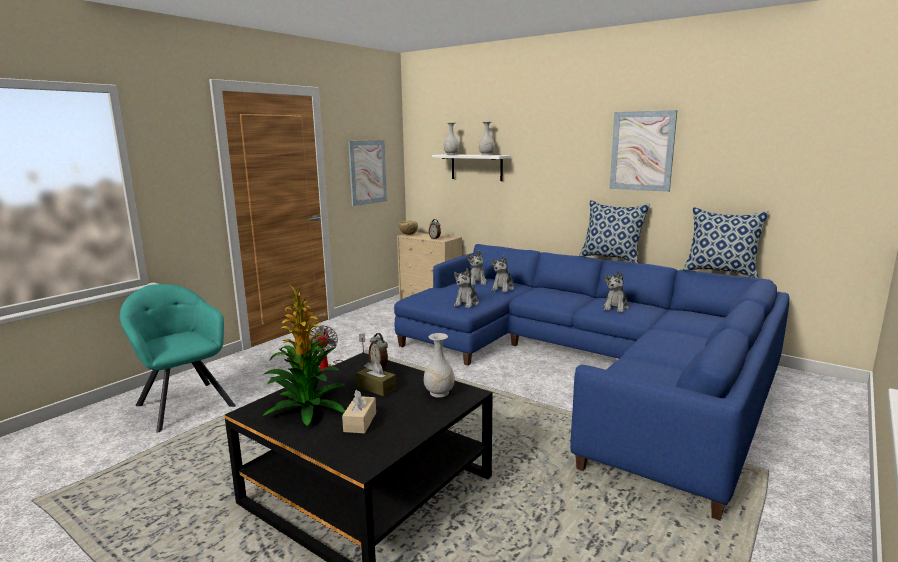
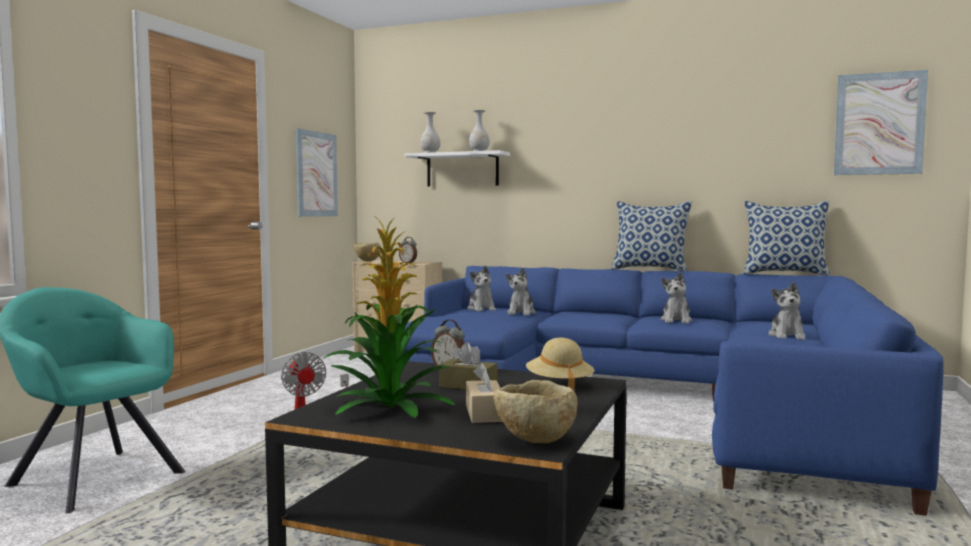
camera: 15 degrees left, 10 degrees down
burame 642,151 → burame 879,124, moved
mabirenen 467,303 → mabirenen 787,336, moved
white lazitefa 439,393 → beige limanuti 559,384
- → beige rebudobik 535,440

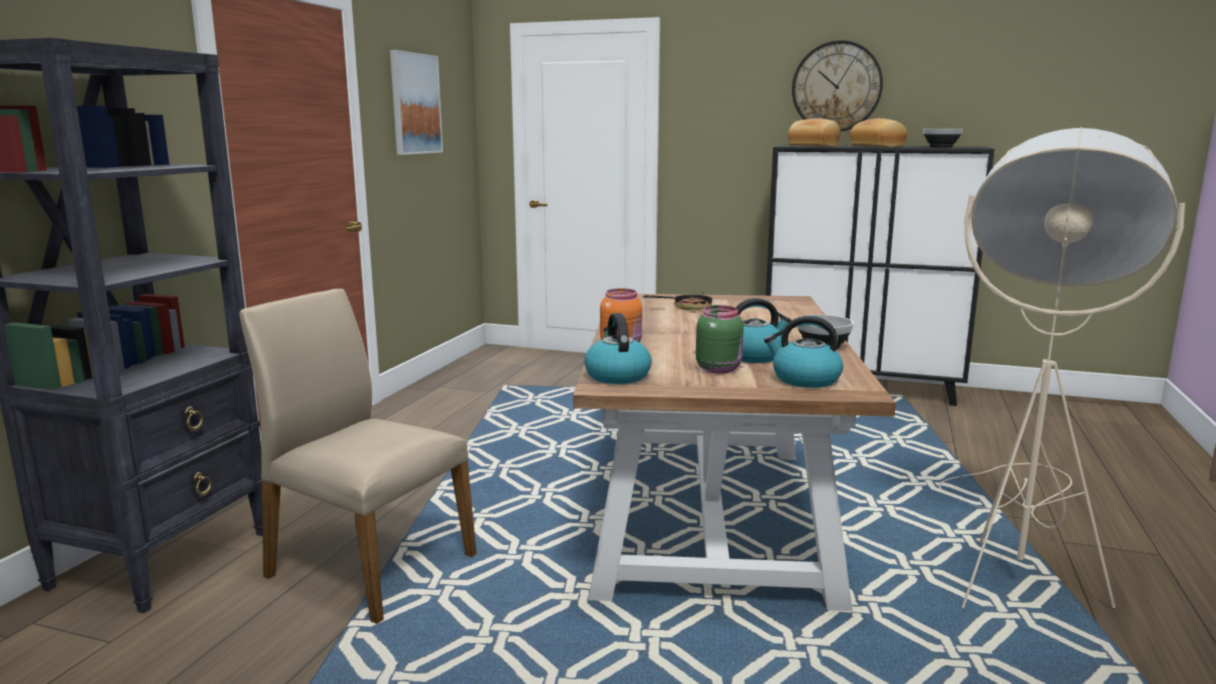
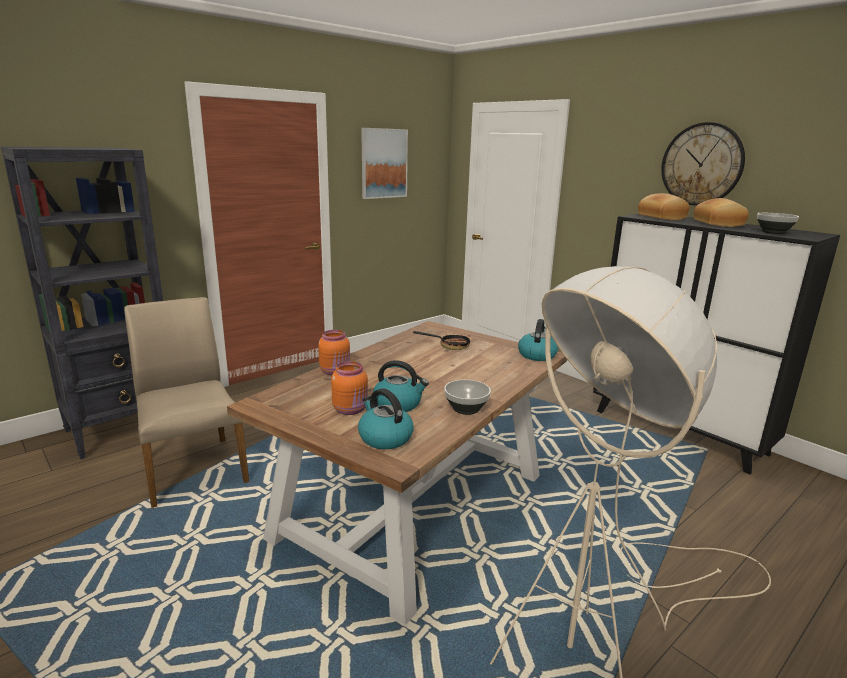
camera: 30 degrees right, 5 degrees up
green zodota 719,369 → orange zodota 351,410
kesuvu 617,375 → kesuvu 536,355, moved

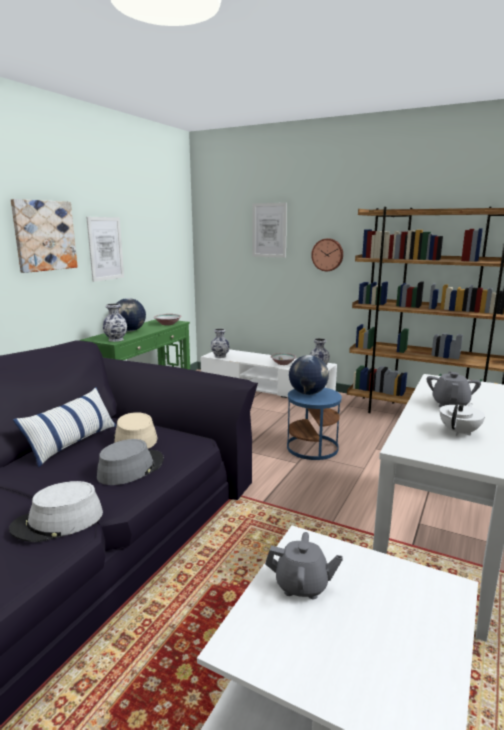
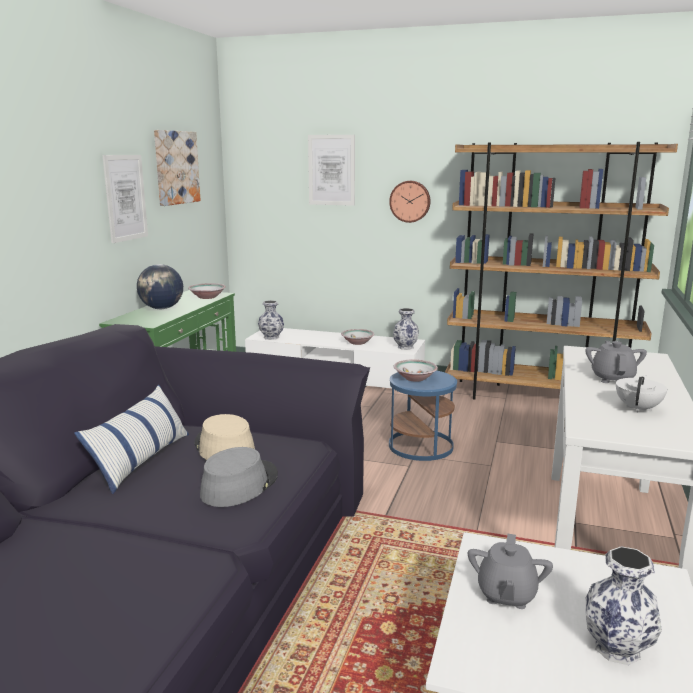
camera: 10 degrees left, 0 degrees up
burame 44,235 → burame 176,167, moved
lazitefa 115,339 → lazitefa 615,647, moved
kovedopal 308,393 → rebudobik 414,378
grey limanuti 58,521 → -
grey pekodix 302,585 → grey pekodix 506,594, 105 degrees clockwise

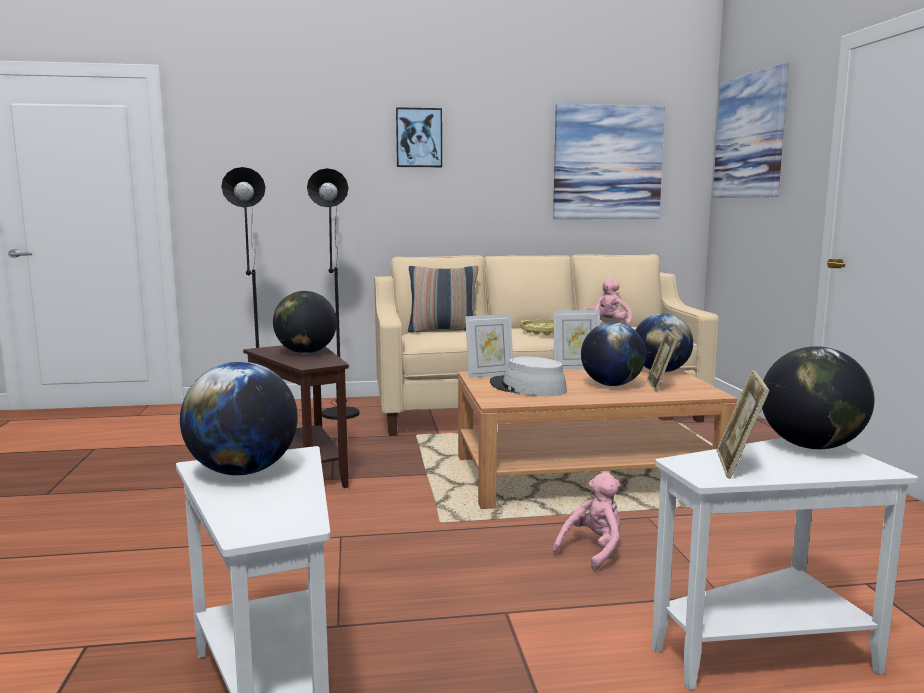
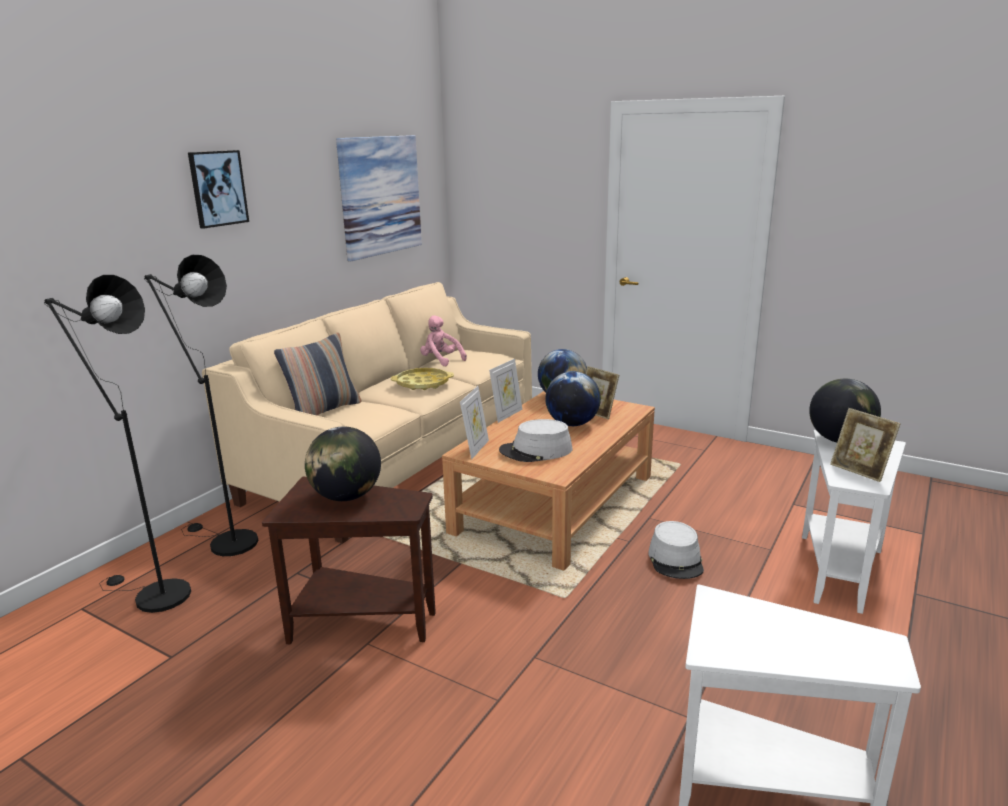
camera: 50 degrees left, 10 degrees up
burame 749,136 → -
kovedopal 243,471 → -
pink mabirenen 593,550 → grey limanuti 676,560

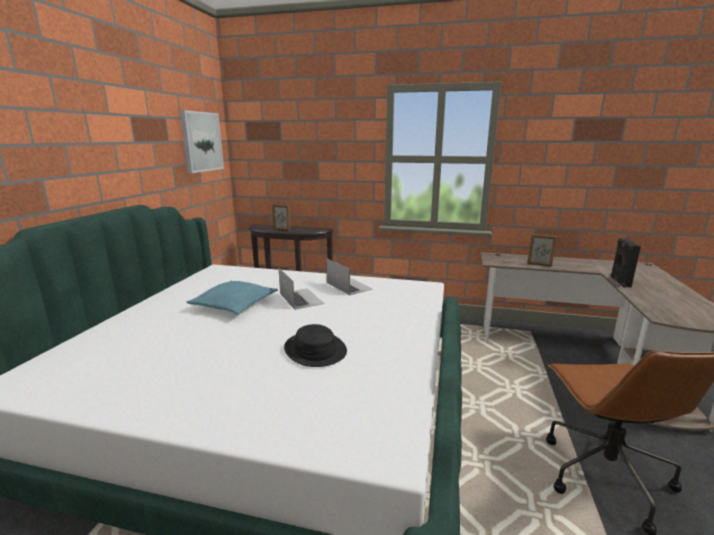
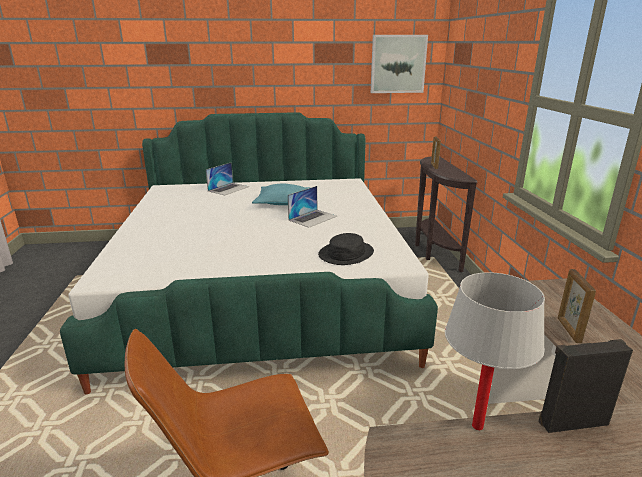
camera: 70 degrees right, 5 degrees up
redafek 349,286 → redafek 229,189, moved
black limanuti 315,350 → black limanuti 346,254, moved
- → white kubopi 477,426

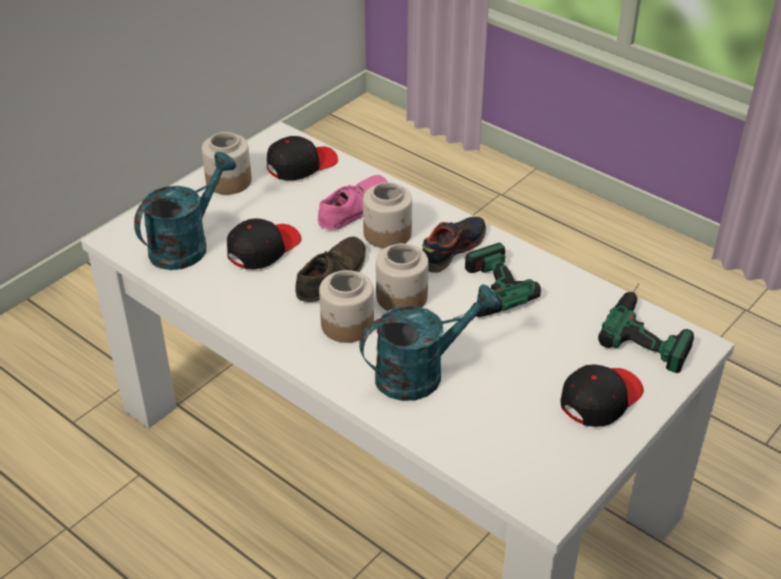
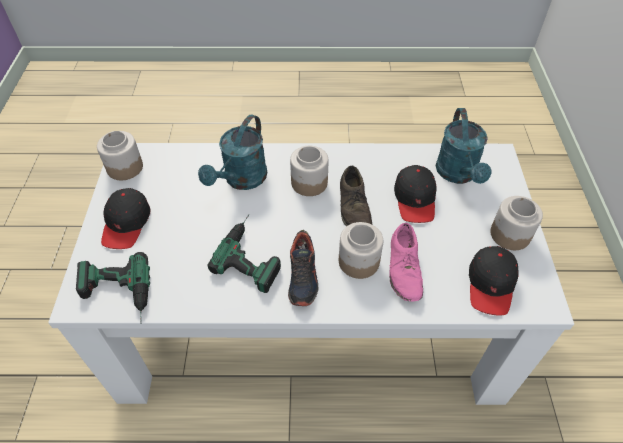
camera: 140 degrees right, 10 degrees up
zodota 401,297 → zodota 124,167, moved

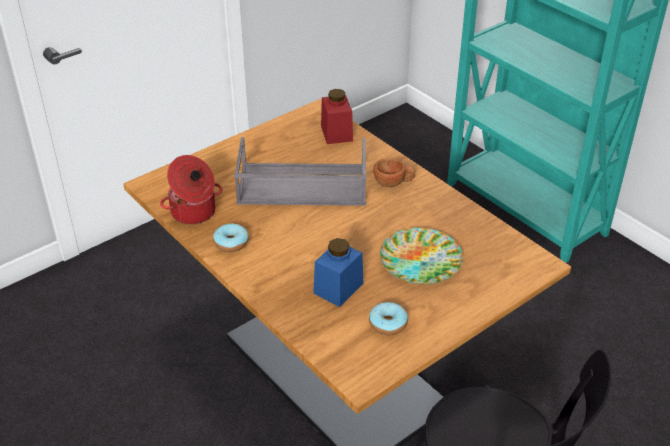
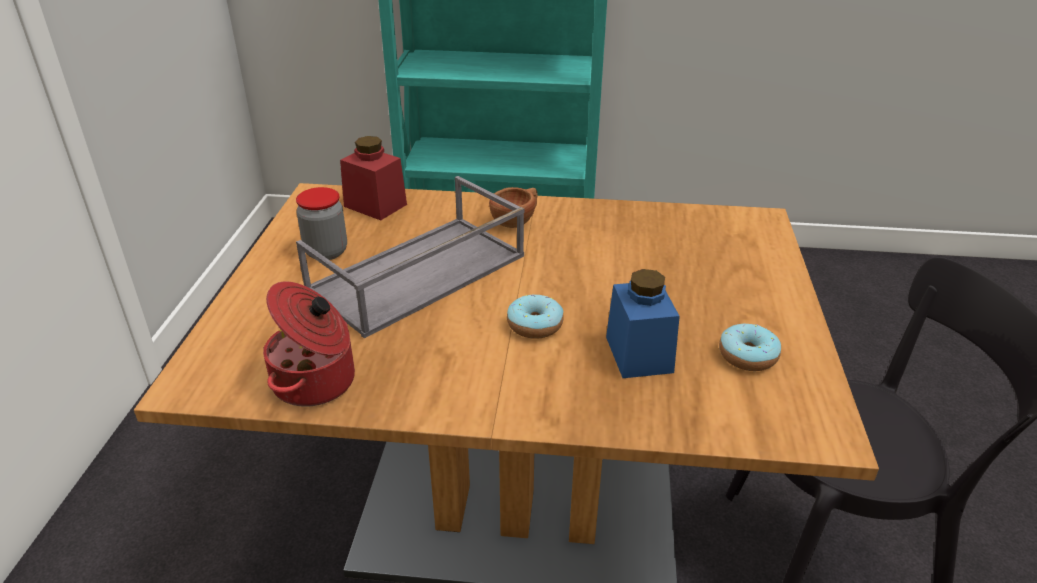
camera: 45 degrees left, 5 degrees down
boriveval 231,243 → boriveval 535,325, moved
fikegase 421,261 → -
- → zodota 326,252

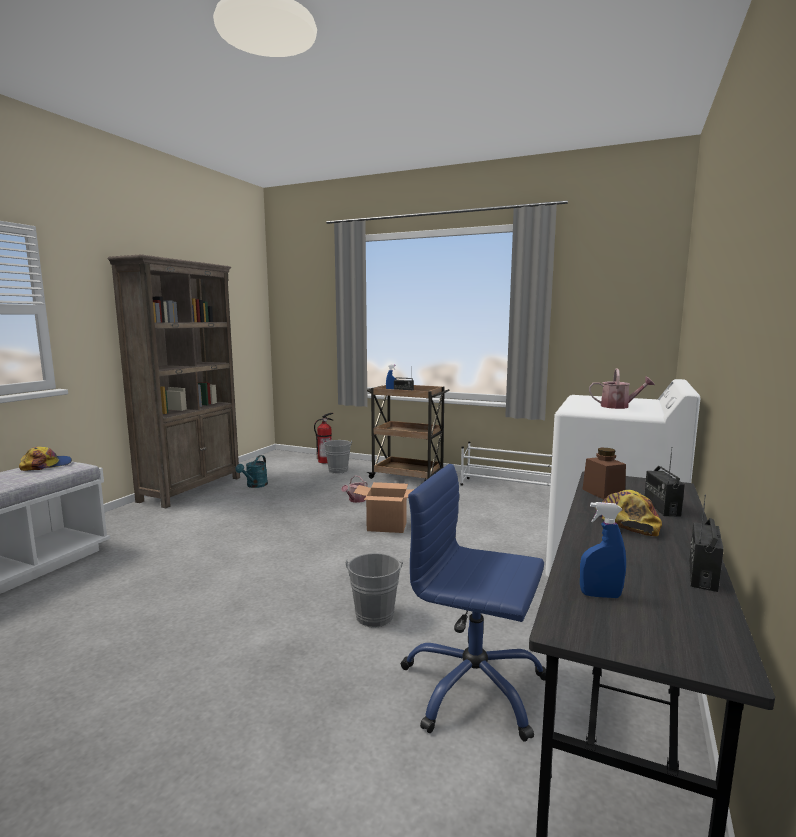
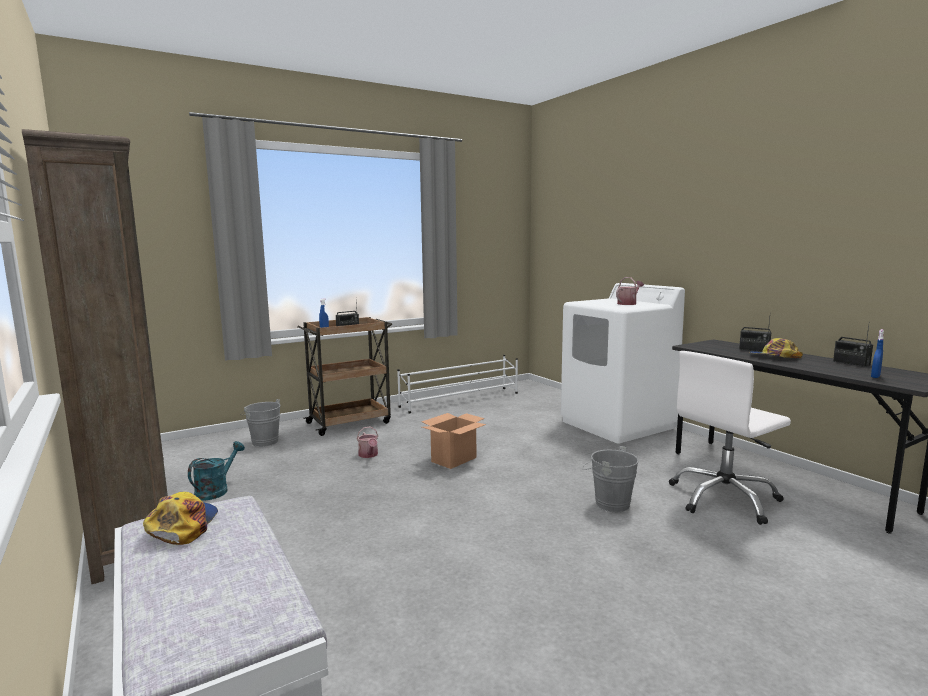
camera: 55 degrees left, 0 degrees up
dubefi 325,461 → -
brown zodota 603,493 → -
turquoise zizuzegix 255,486 → turquoise zizuzegix 216,490, 120 degrees counterclockwise
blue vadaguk 473,688 → white vadaguk 724,499

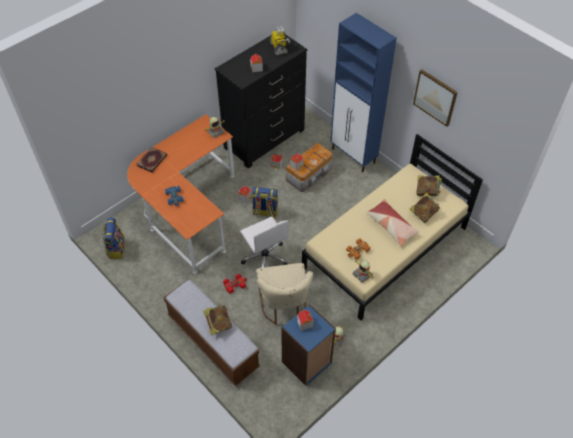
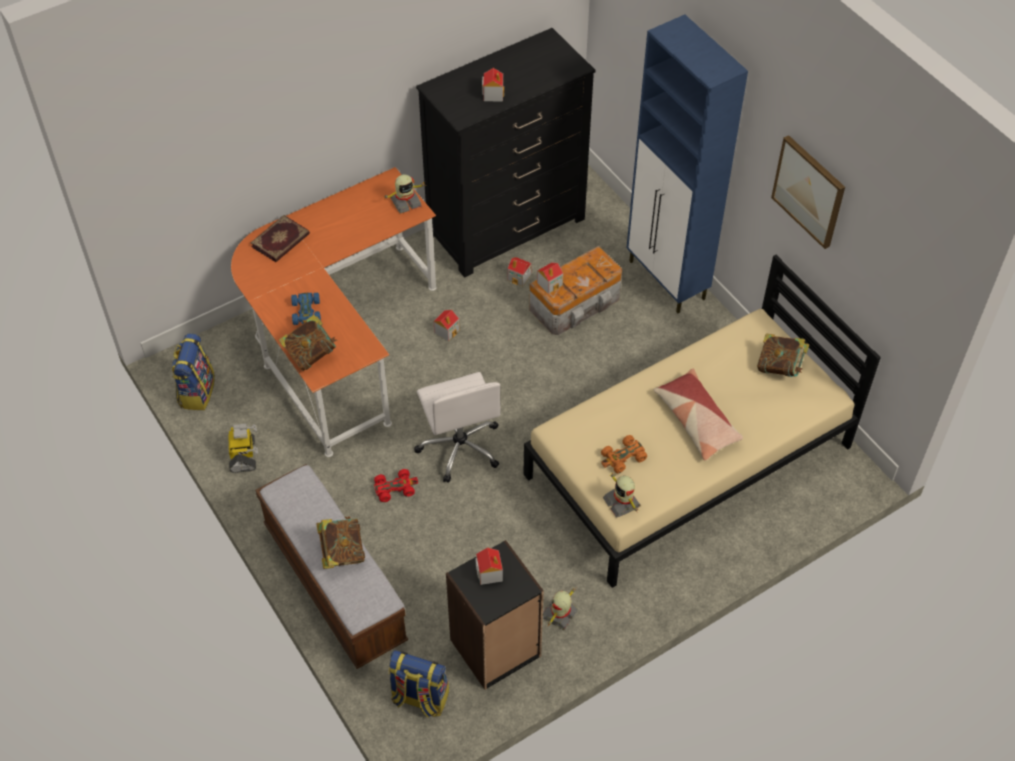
camera: 10 degrees right, 0 degrees up
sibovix 279,48 → sibovix 244,455, moved
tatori 265,212 → tatori 419,698, moved
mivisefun 423,213 → mivisefun 310,354, moved
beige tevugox 284,306 → -
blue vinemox 307,363 → black vinemox 495,649

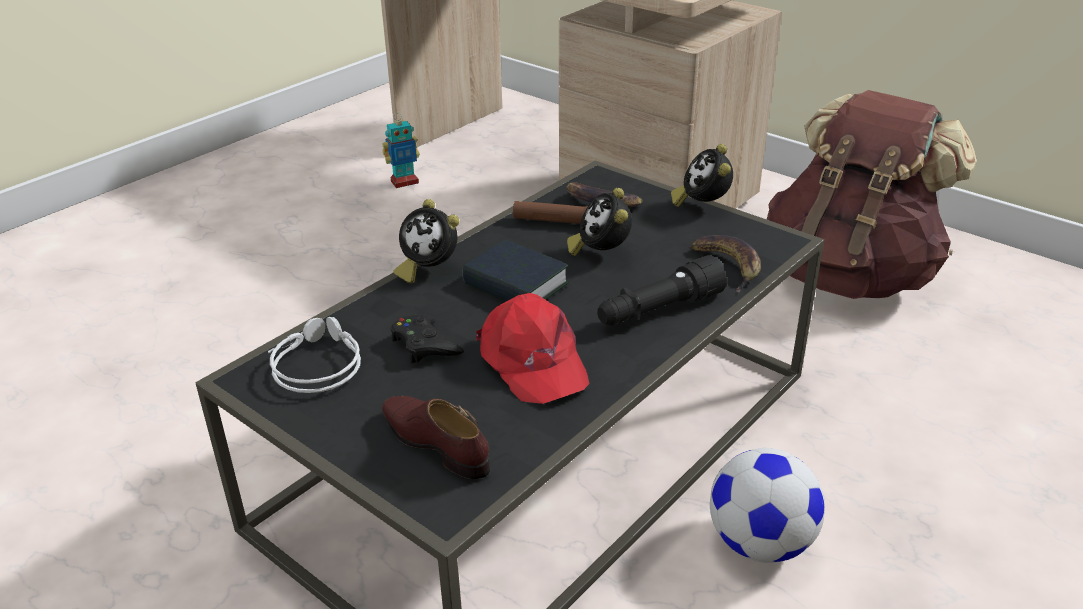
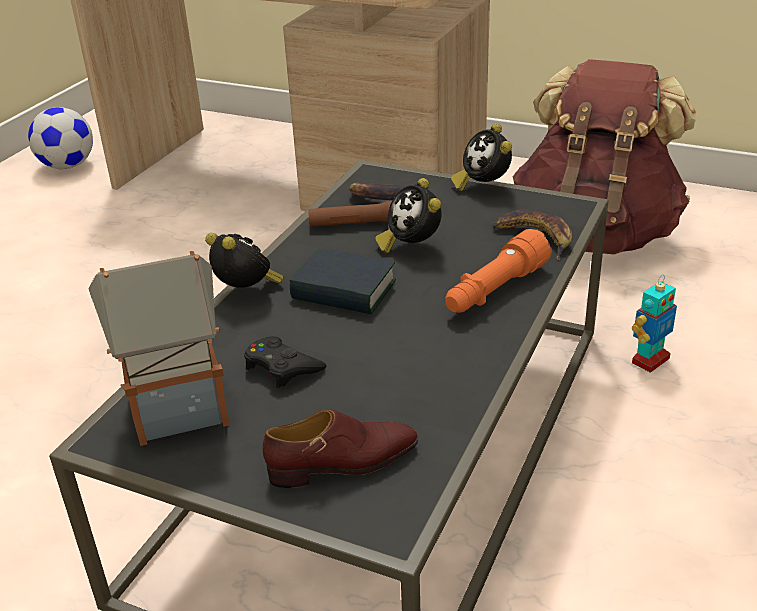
camera: 15 degrees left, 0 degrees up
sibovix 404,182 → sibovix 649,360, moved
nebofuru 428,270 → nebofuru 247,292, 150 degrees counterclockwise
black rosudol 659,310 → orange rosudol 495,290
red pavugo 532,361 → -
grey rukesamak 315,364 → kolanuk 176,409
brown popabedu 435,443 → brown popabedu 344,463, 135 degrees clockwise
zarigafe 760,543 → zarigafe 68,166, moved

